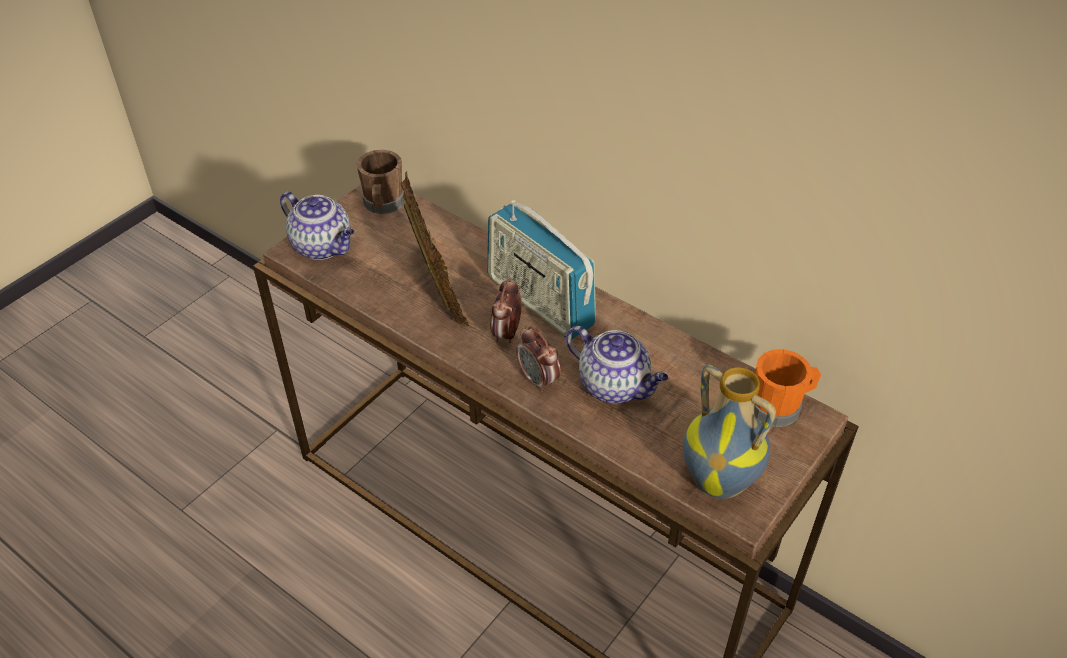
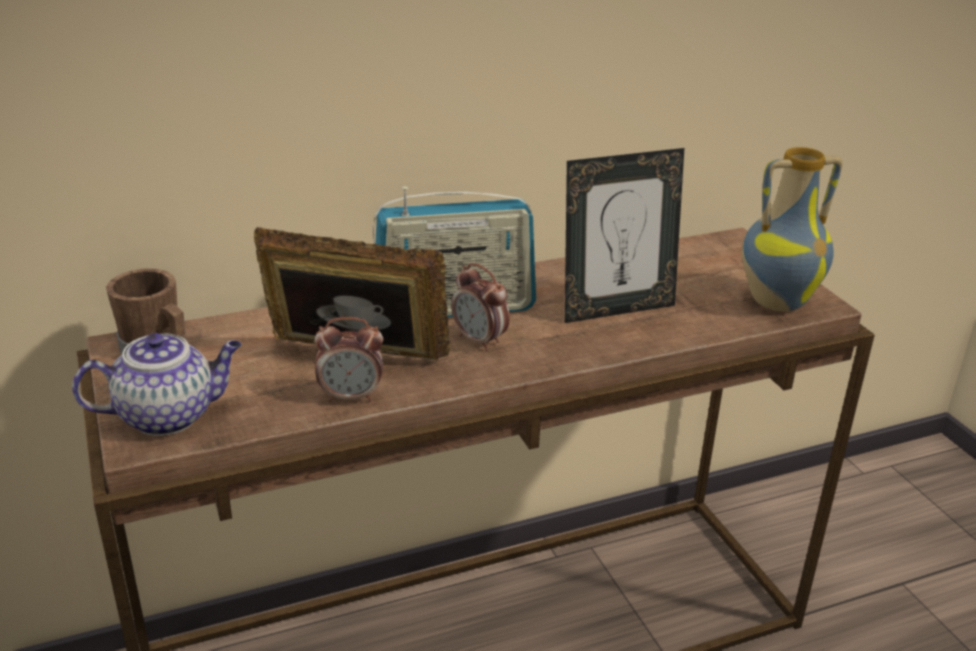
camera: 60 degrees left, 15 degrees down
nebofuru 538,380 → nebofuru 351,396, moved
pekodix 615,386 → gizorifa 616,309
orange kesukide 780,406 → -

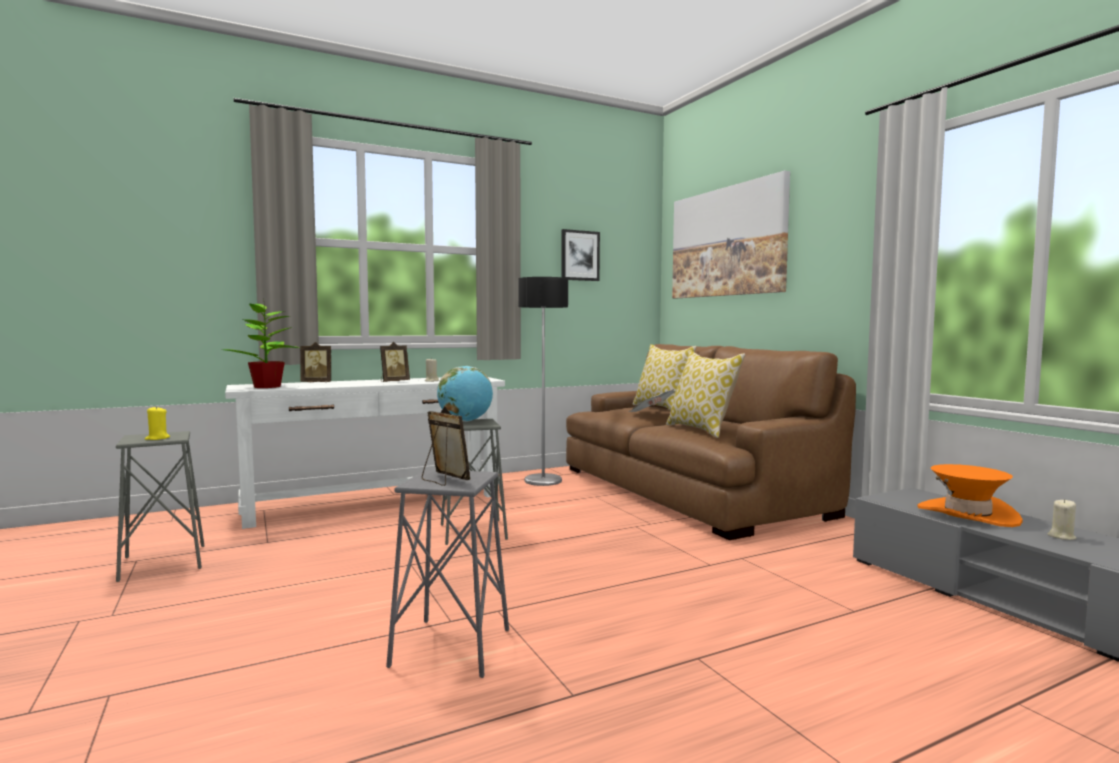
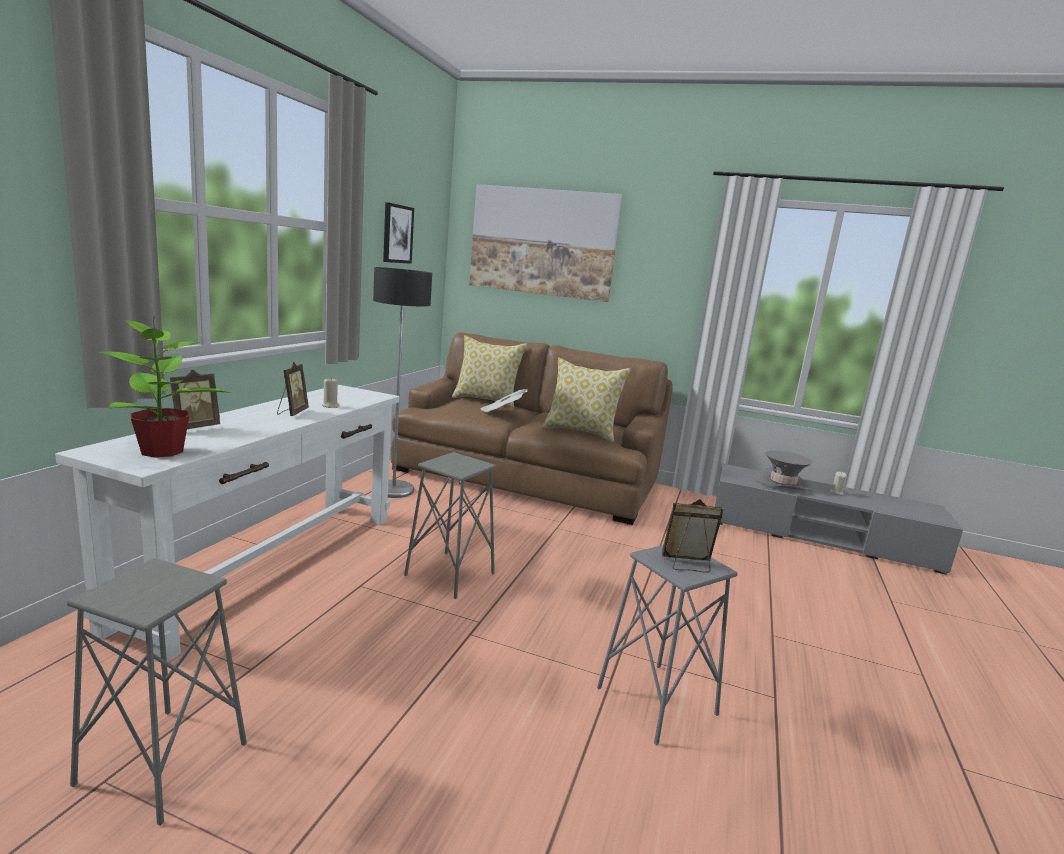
camera: 45 degrees left, 10 degrees up
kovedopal 465,421 → -
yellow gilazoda 157,438 → -
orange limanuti 967,514 → grey limanuti 782,483

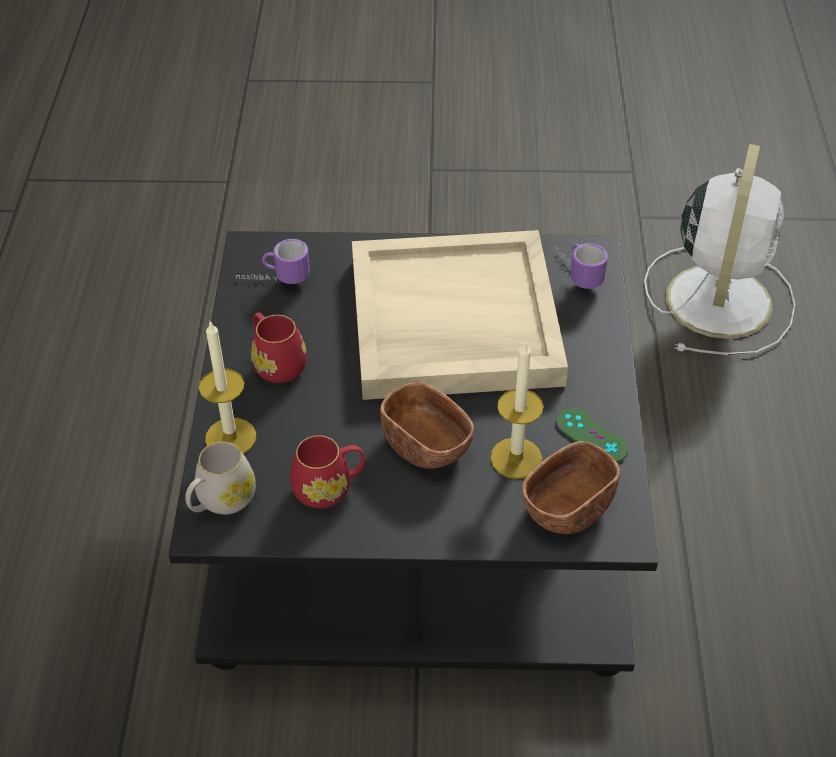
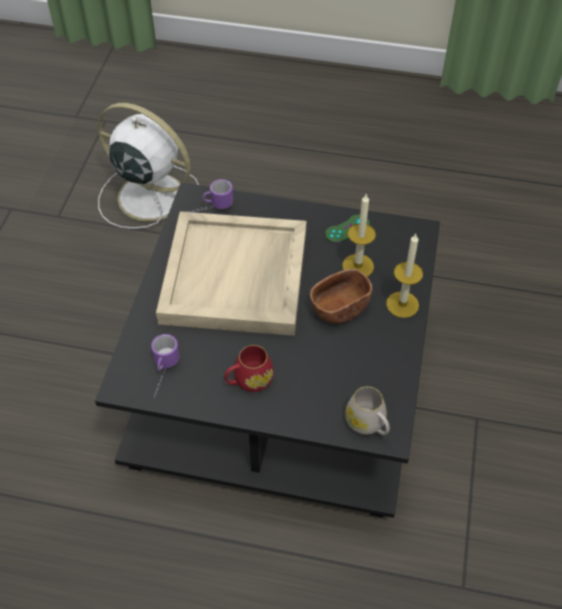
camera: 80 degrees left, 5 degrees up
gilazoda 230,437 → gilazoda 402,304, moved
red kesukide 329,488 → -
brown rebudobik 568,506 → -

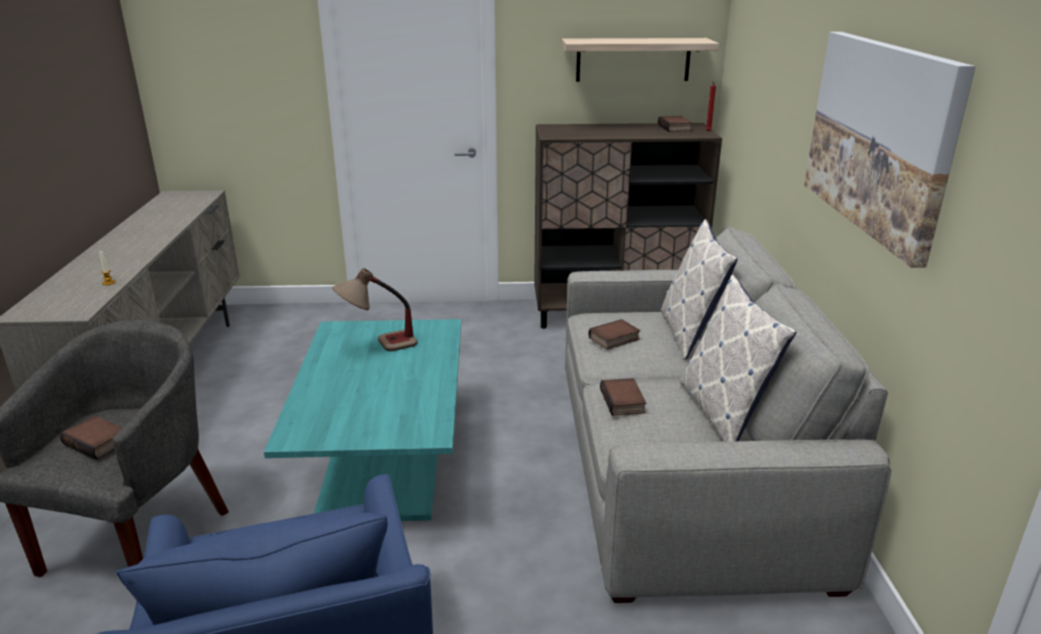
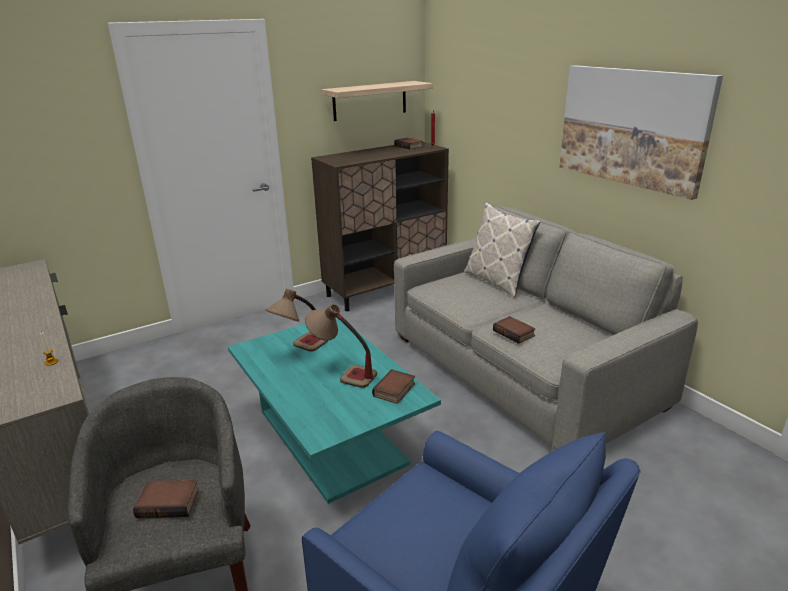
camera: 30 degrees left, 0 degrees up
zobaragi 723,413 → -
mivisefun 614,339 → mivisefun 395,390, moved
- → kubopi 342,374

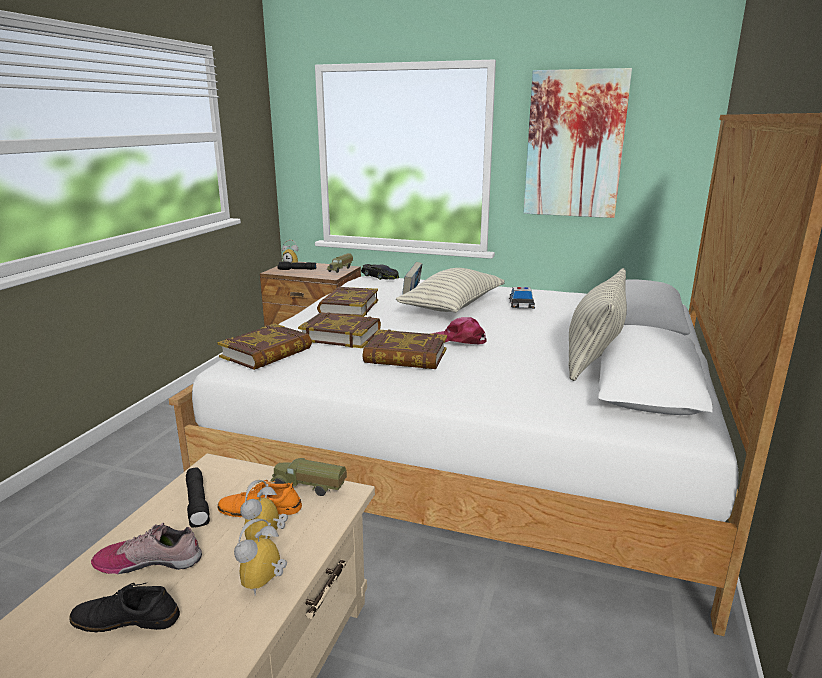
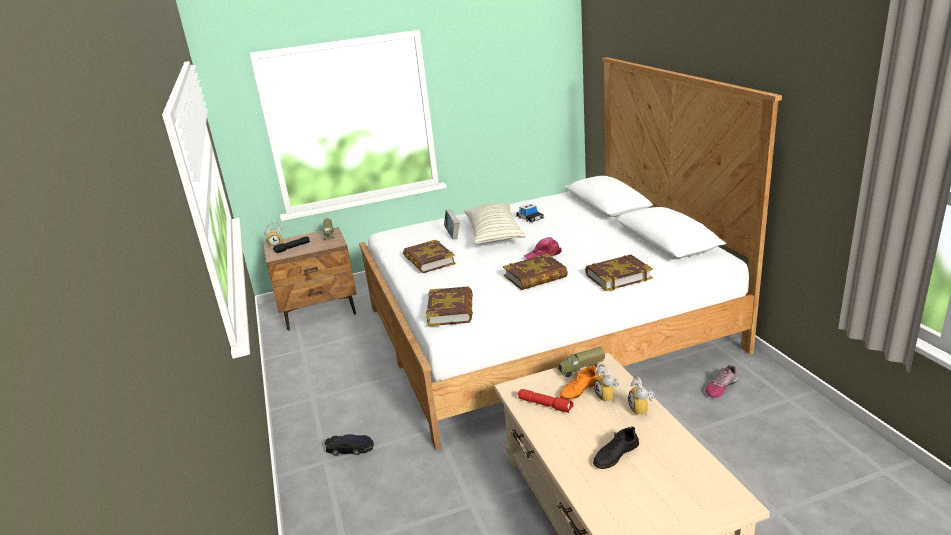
camera: 35 degrees left, 5 degrees up
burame 574,145 → -
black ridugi 380,276 → black ridugi 350,448, moved
zobaragi 593,356 → -
mivisefun 341,335 → mivisefun 618,276, moved
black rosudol 198,504 → red rosudol 545,405
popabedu 150,561 → popabedu 720,387, moved

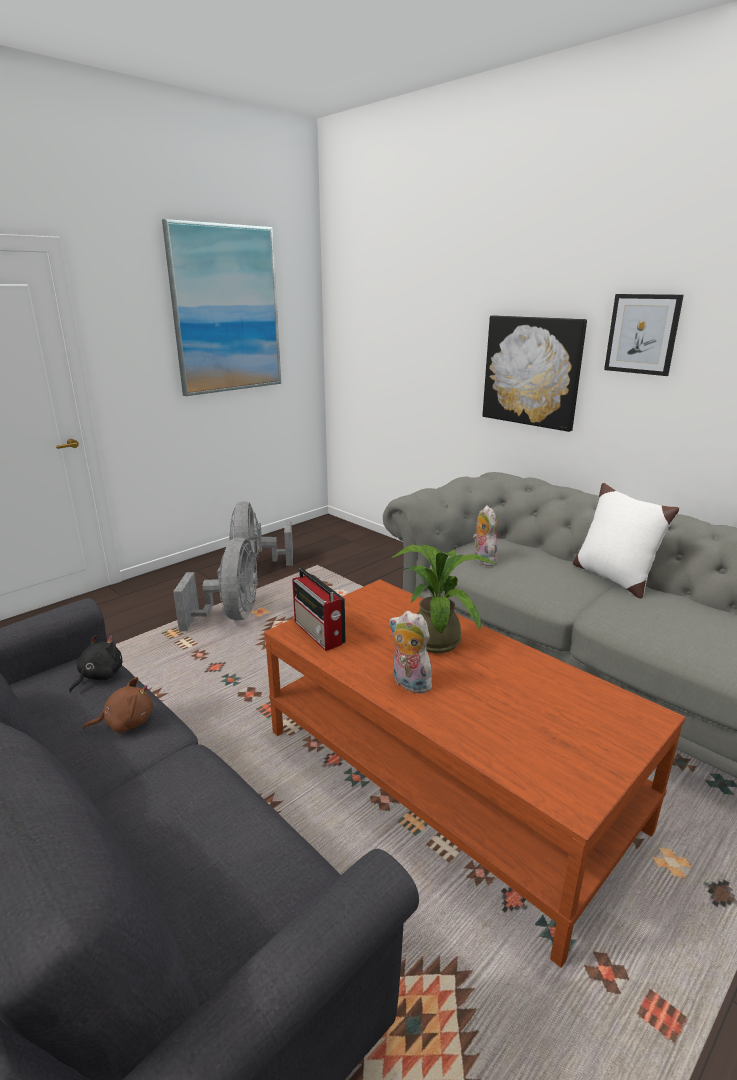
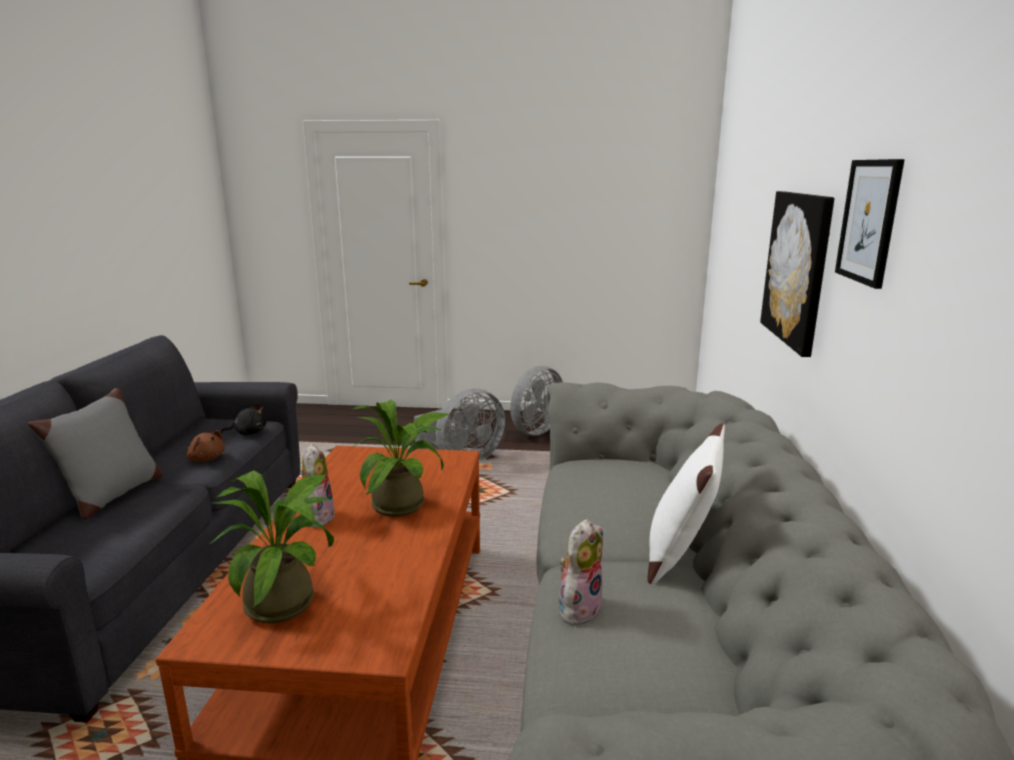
camera: 50 degrees right, 5 degrees down
burame 226,310 → -
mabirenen 482,560 → mabirenen 578,607, moved
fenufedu 319,633 → -
- → grey zobaragi 112,496
- → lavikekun 288,600

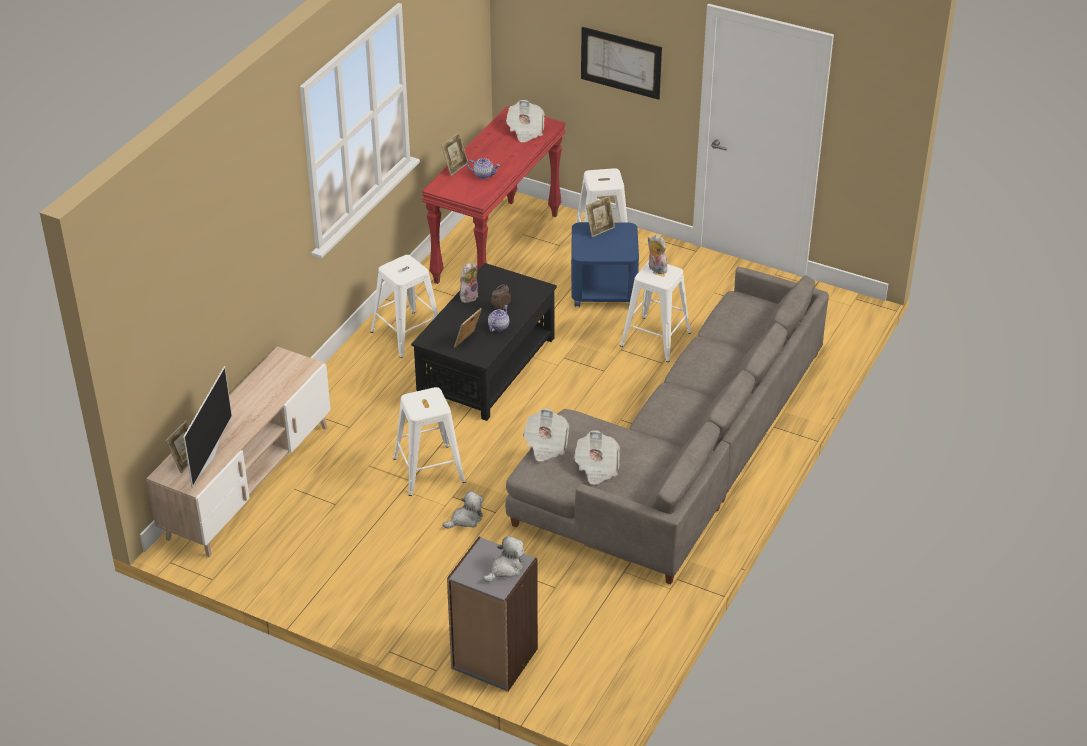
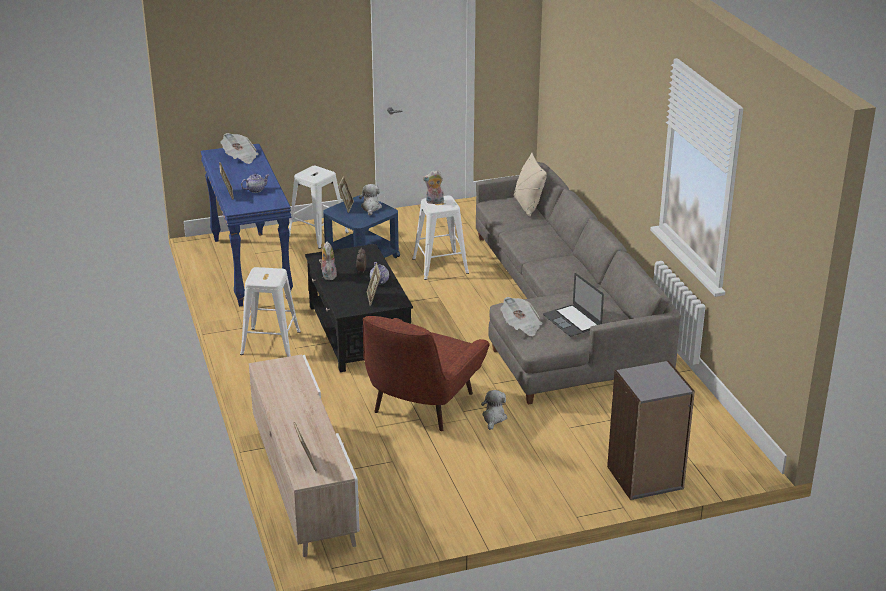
camera: 45 degrees left, 10 degrees down
burame 621,62 → -
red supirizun 496,247 → blue supirizun 249,268
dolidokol 208,457 → -
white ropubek 428,469 → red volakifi 420,406
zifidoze 597,468 → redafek 572,321
mabirenen 505,568 → mabirenen 370,208, moved
- → beige zobaragi 527,206

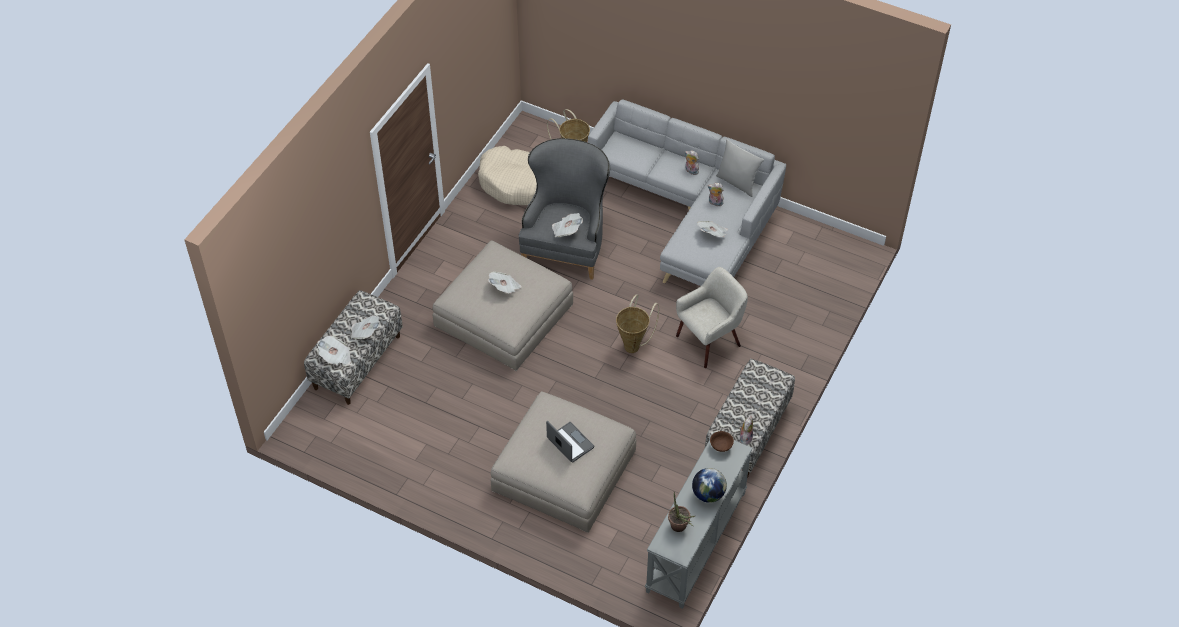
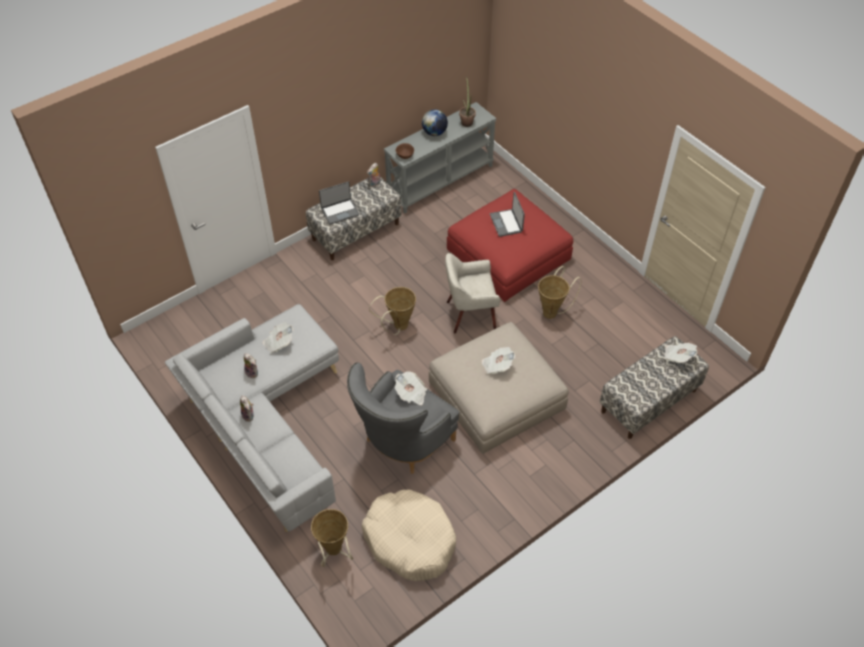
camera: 155 degrees left, 0 degrees up
grey zobaragi 737,182 → -
beige volakifi 709,341 → beige volakifi 470,314, moved
zifidoze 365,332 → -
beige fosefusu 564,470 → red fosefusu 508,254
- → redafek 340,211
- → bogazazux 552,311

